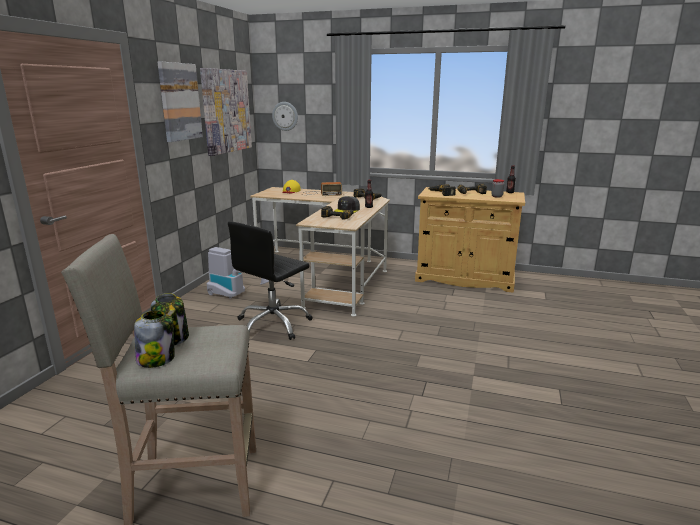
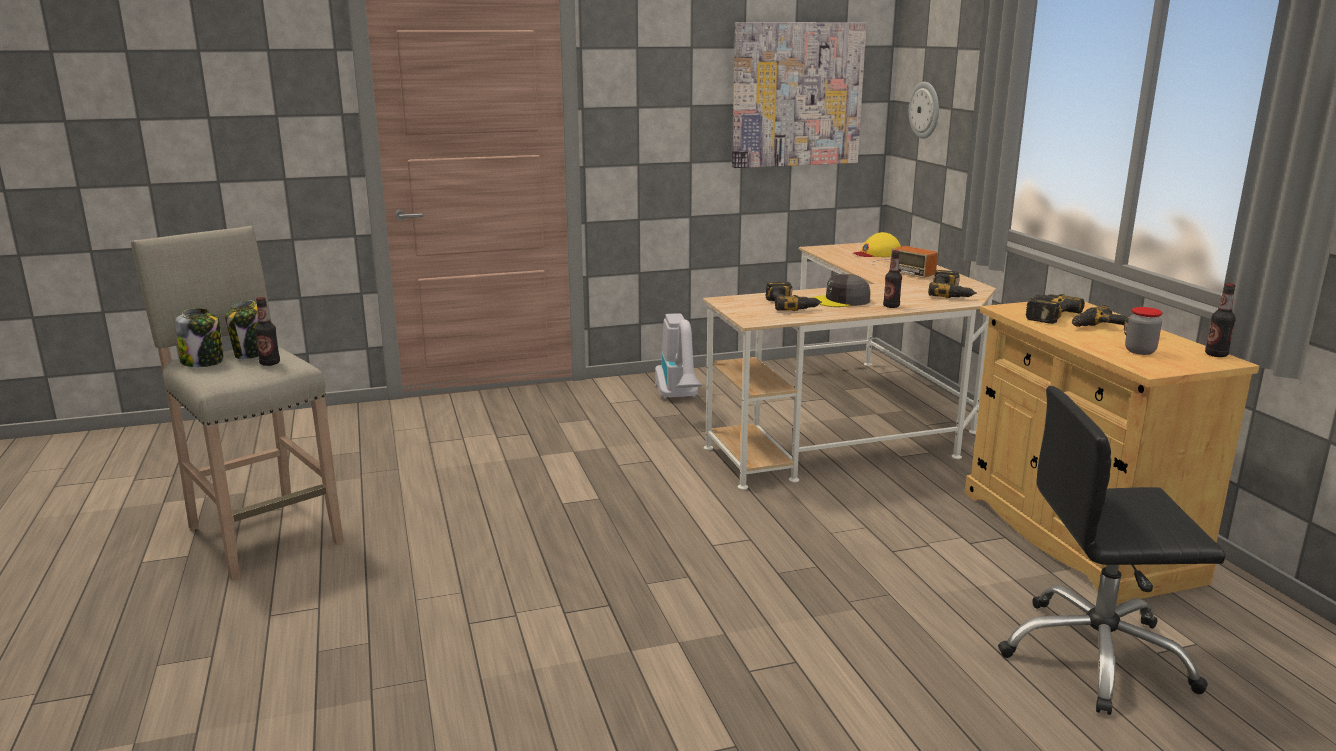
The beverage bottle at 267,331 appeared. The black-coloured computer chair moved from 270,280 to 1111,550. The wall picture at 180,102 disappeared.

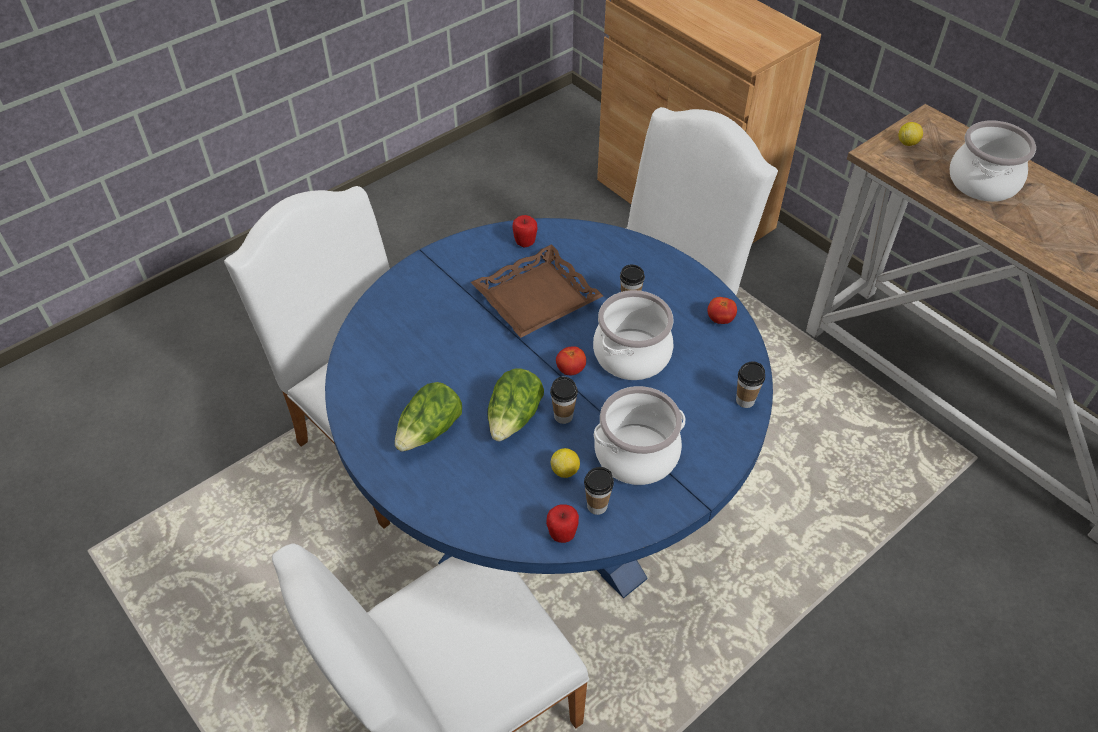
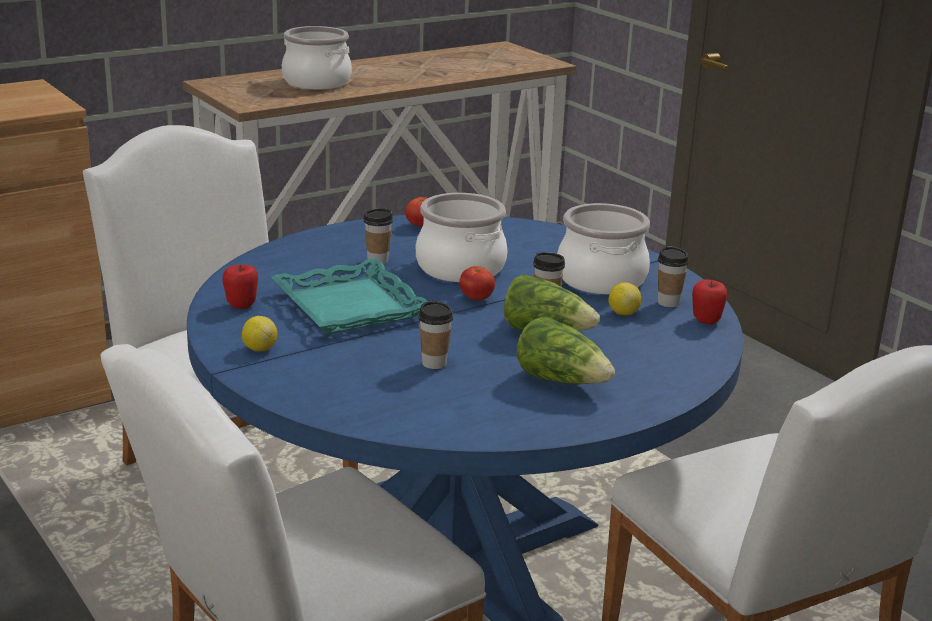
The whole lemon moved from 910,134 to 260,334. The brown serving tray at 537,291 became the blue-green serving tray at 349,296. The drinking cup moved from 750,384 to 435,335.

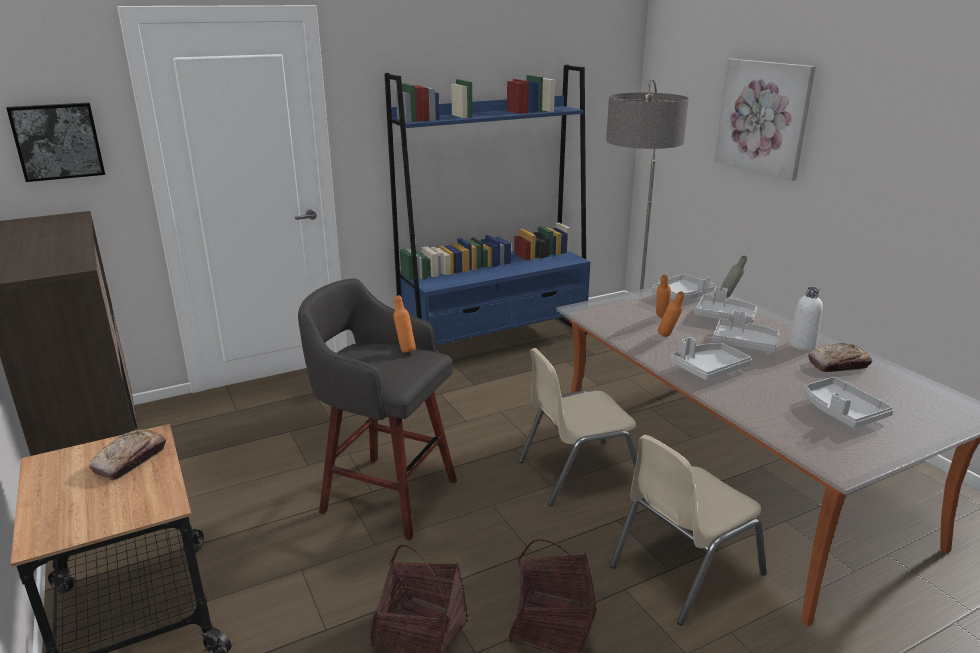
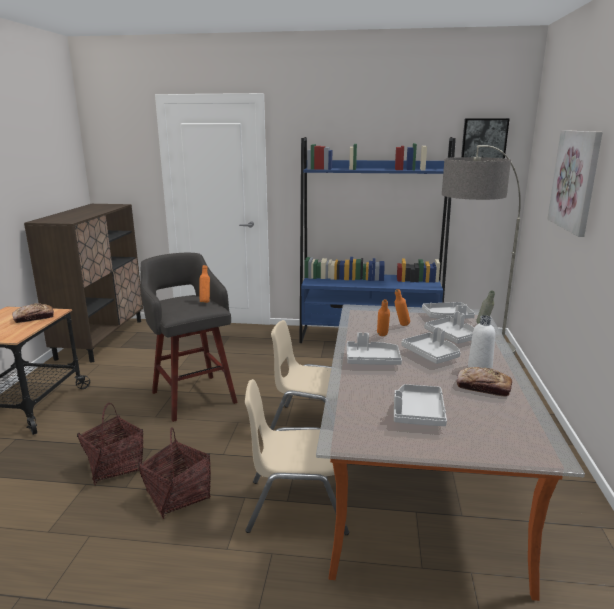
The wall picture moved from 55,142 to 485,138.

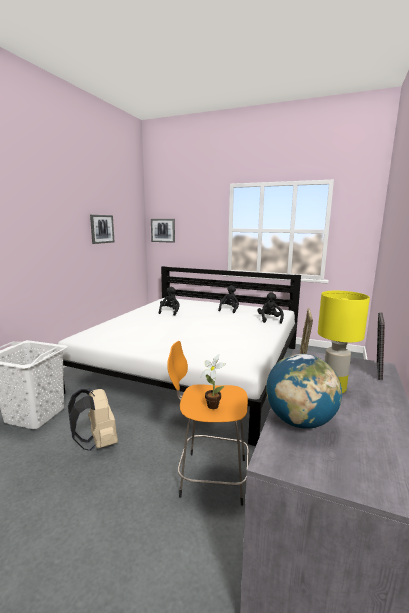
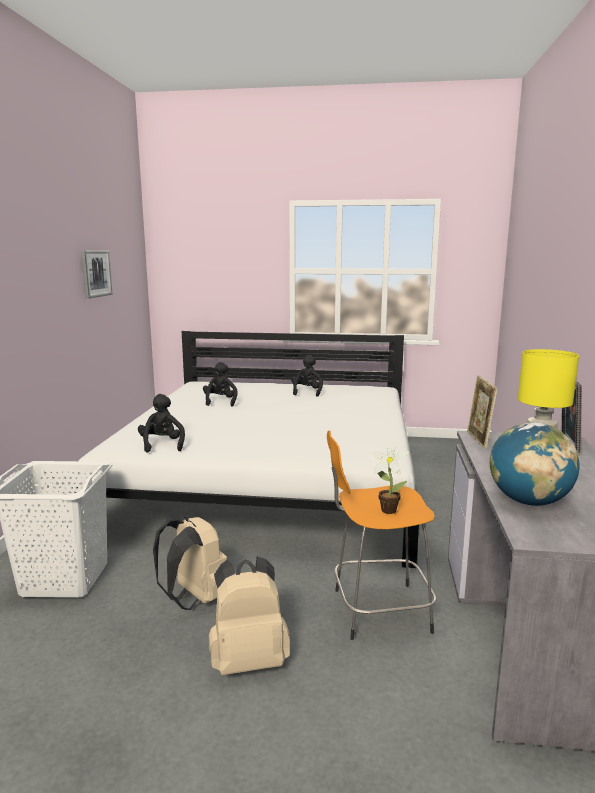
The black-coloured plush toy moved from 270,307 to 161,423. The sand-coloured knapsack at 249,615 appeared. The wall picture at 163,231 disappeared.

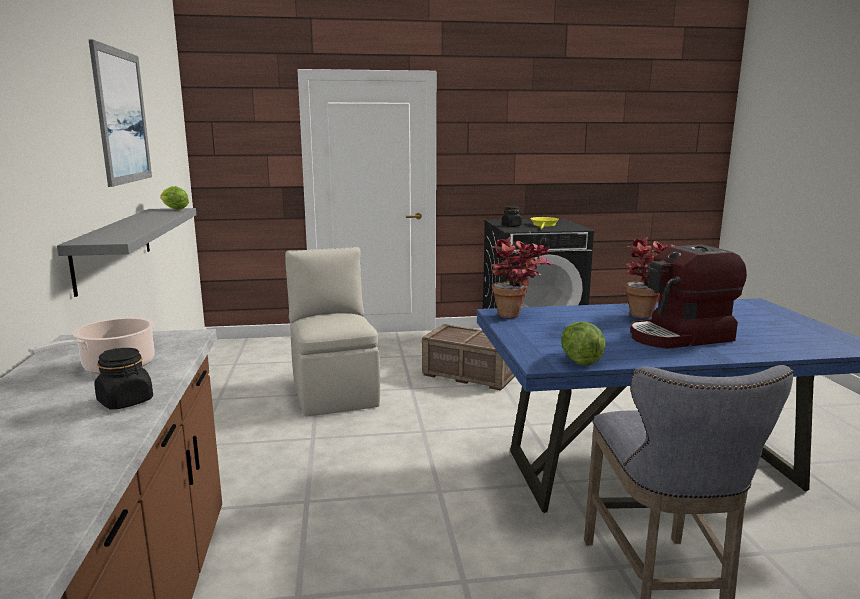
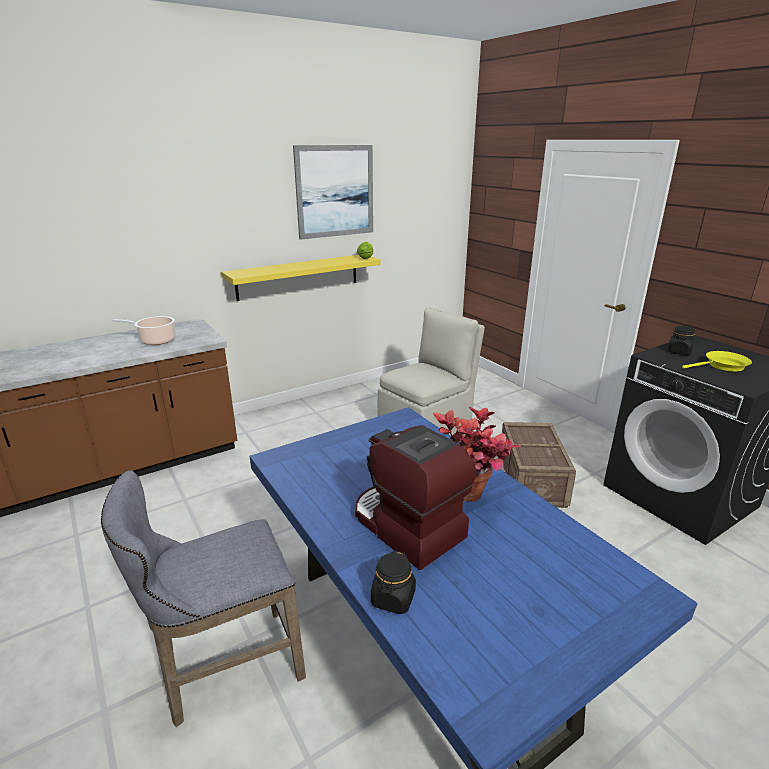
The grey wall shelf at 126,252 became the yellow-coloured wall shelf at 301,278. The black-coloured storage jar moved from 123,379 to 393,582. The plant in a pot at 521,277 disappeared. The lettuce at 583,343 disappeared.

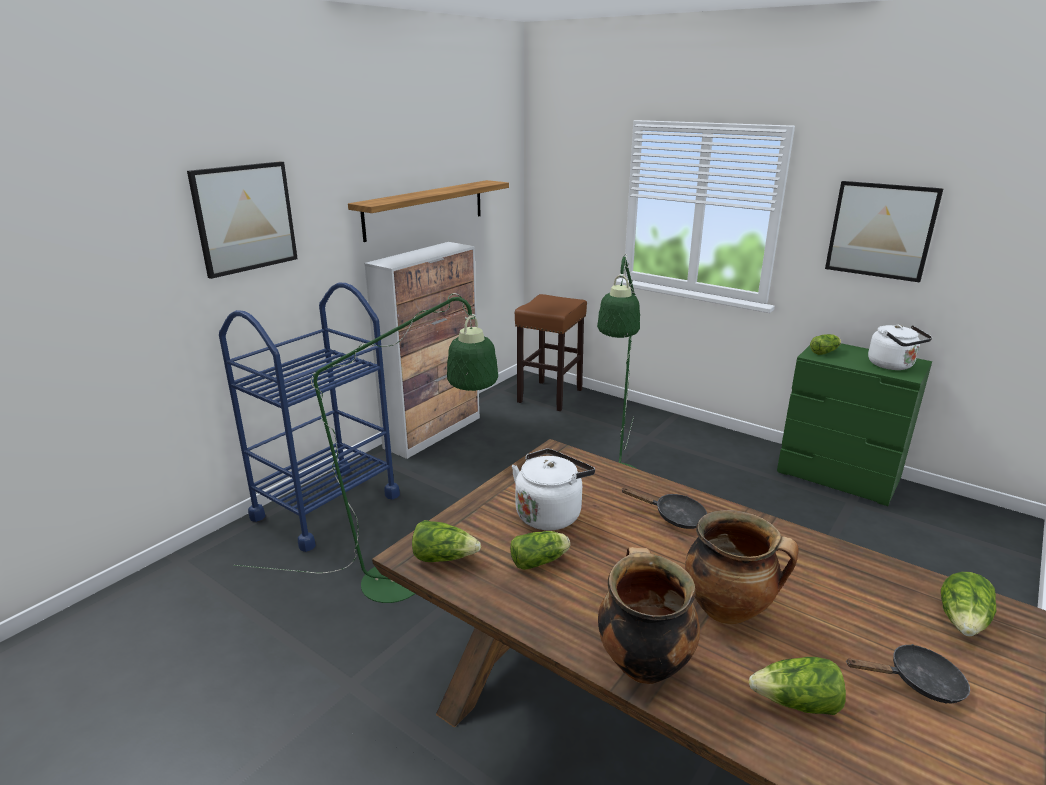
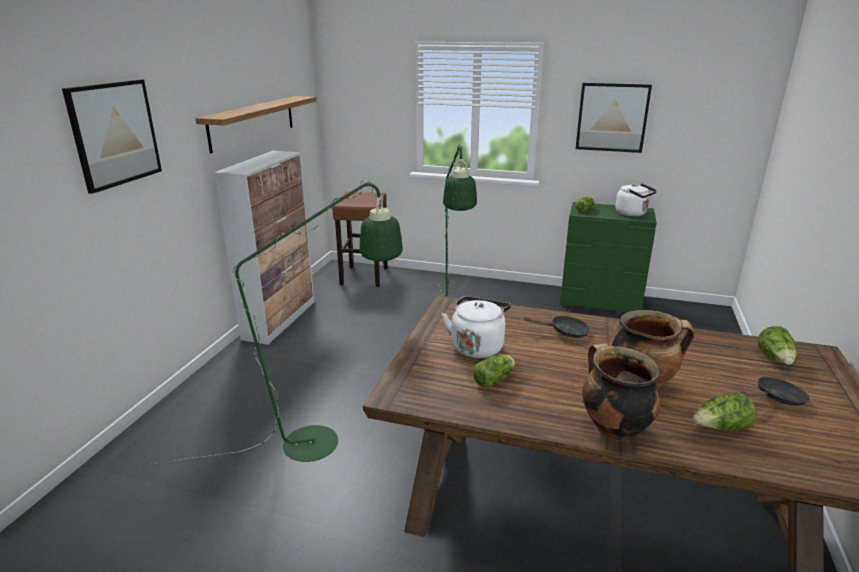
The bluish trolley at 309,417 disappeared. The lettuce at 446,541 disappeared.

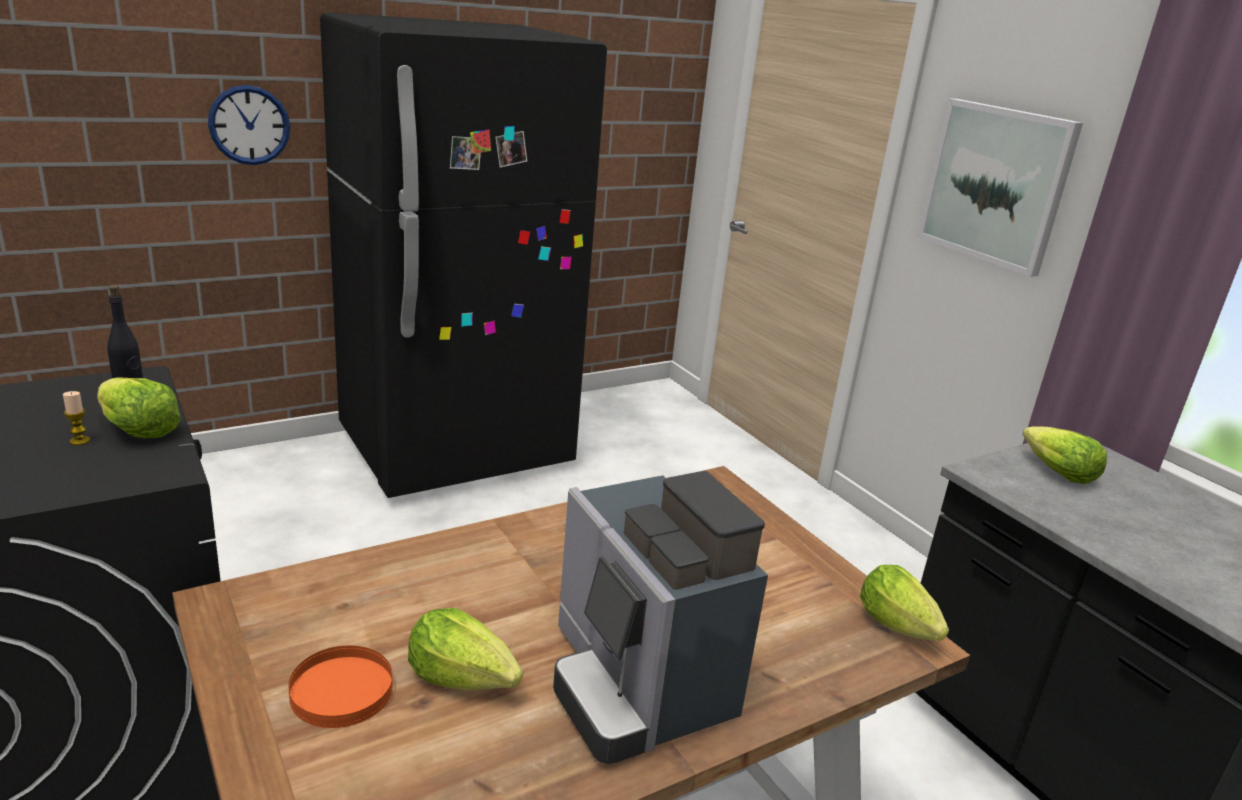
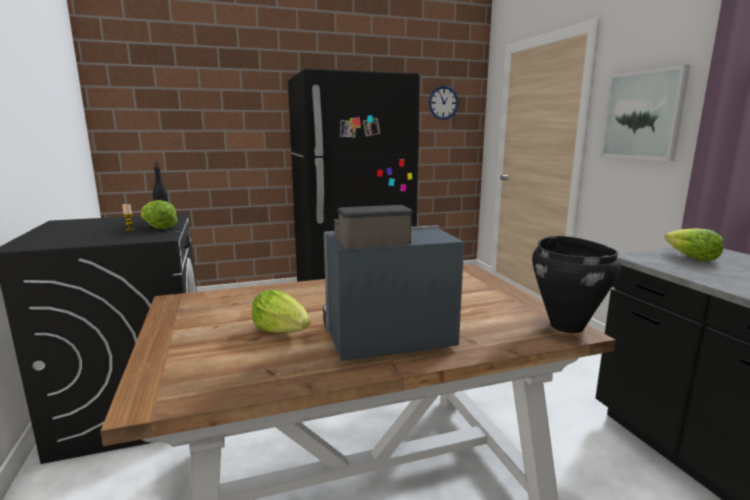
The coffee brewer at 660,617 turned 90 degrees clockwise. The clock on the wall moved from 249,125 to 444,103. The lettuce at 904,603 was replaced by the black-coloured stockpot at 576,284. The orange flat dish at 340,686 disappeared.

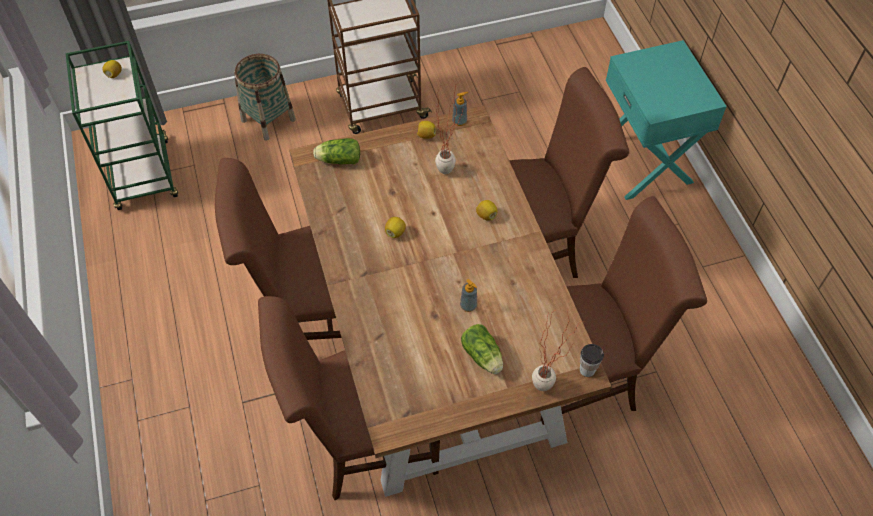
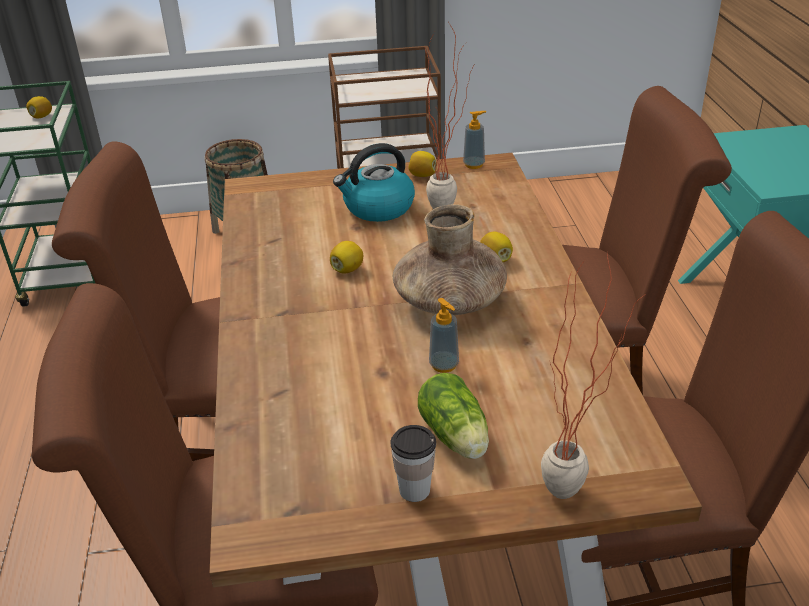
The tea kettle at 374,182 appeared. The drinking cup moved from 592,360 to 413,463. The brown decorative vase at 449,260 appeared. The lettuce at 336,151 disappeared.

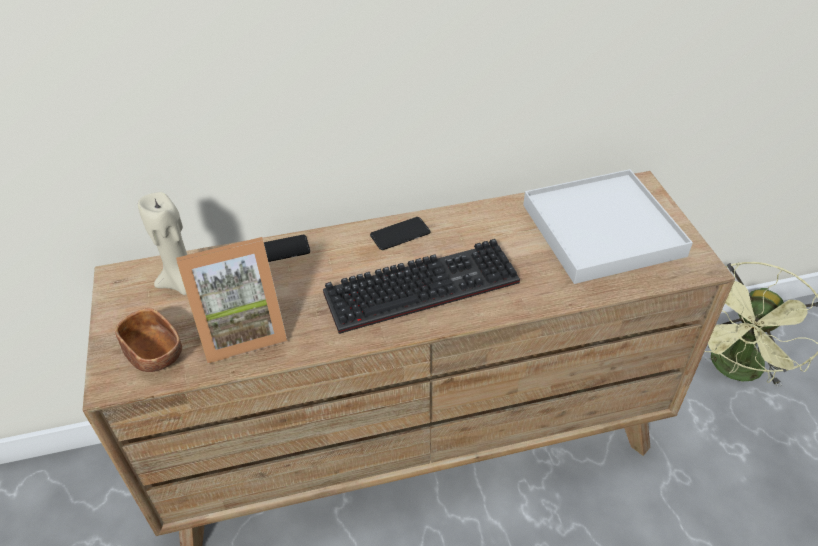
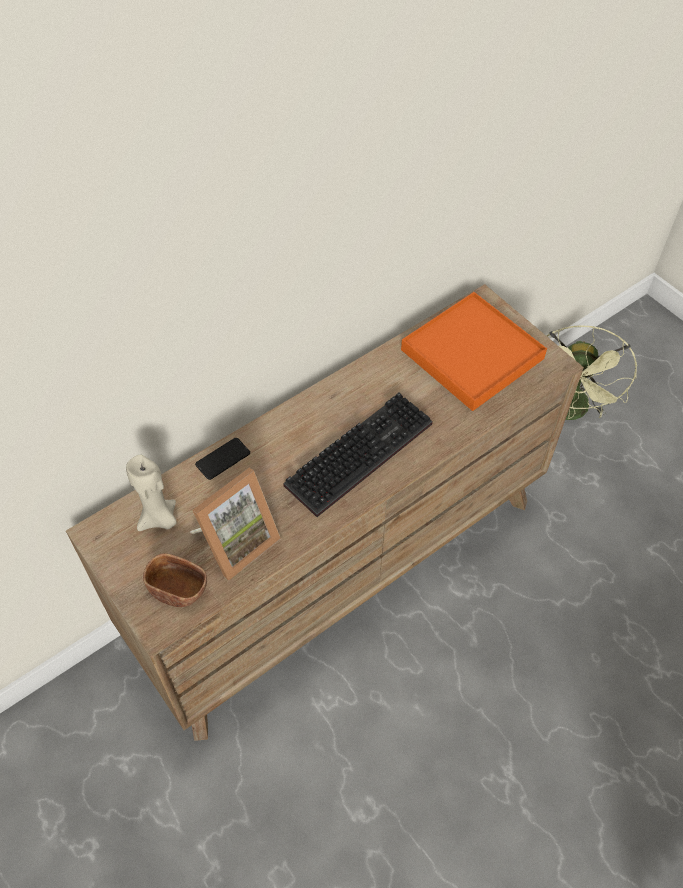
The whitish serving tray at 608,226 became the orange serving tray at 474,351. The telephone at 400,233 disappeared.

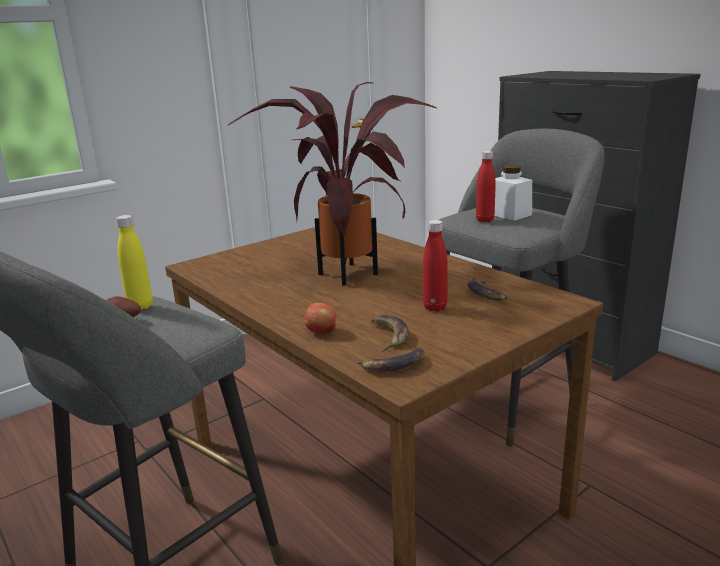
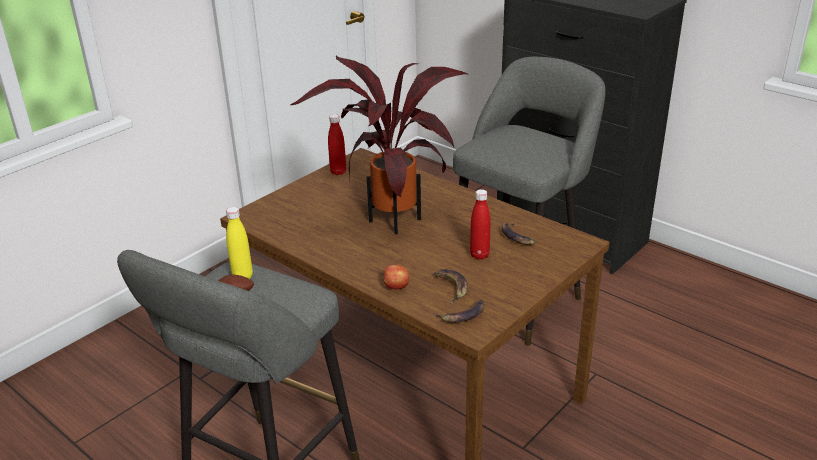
The reddish beverage bottle moved from 486,186 to 337,144. The whitish storage jar at 513,193 disappeared.

